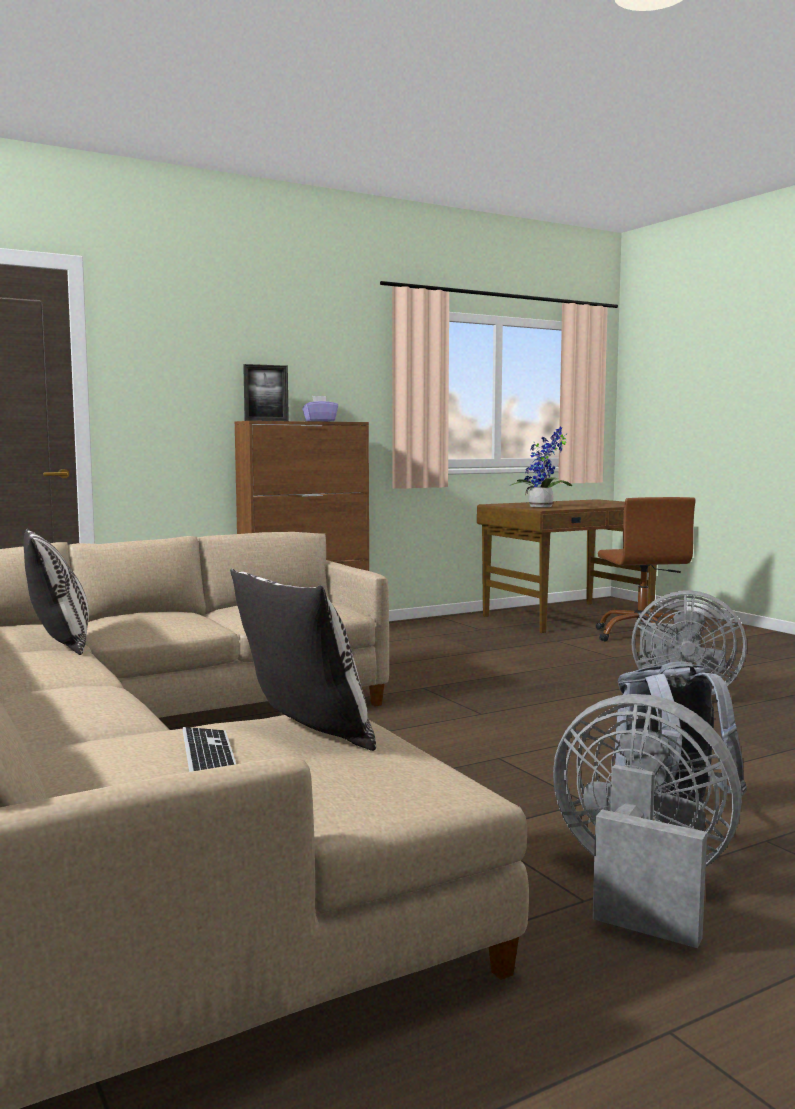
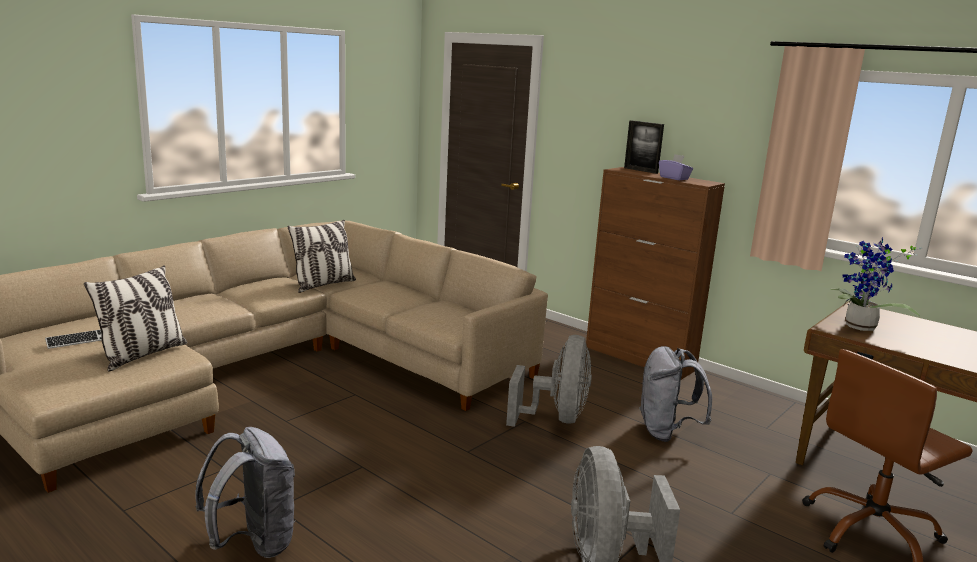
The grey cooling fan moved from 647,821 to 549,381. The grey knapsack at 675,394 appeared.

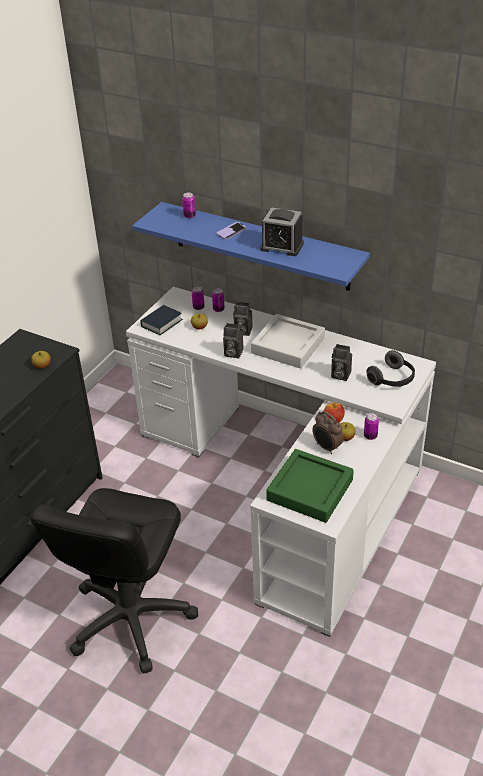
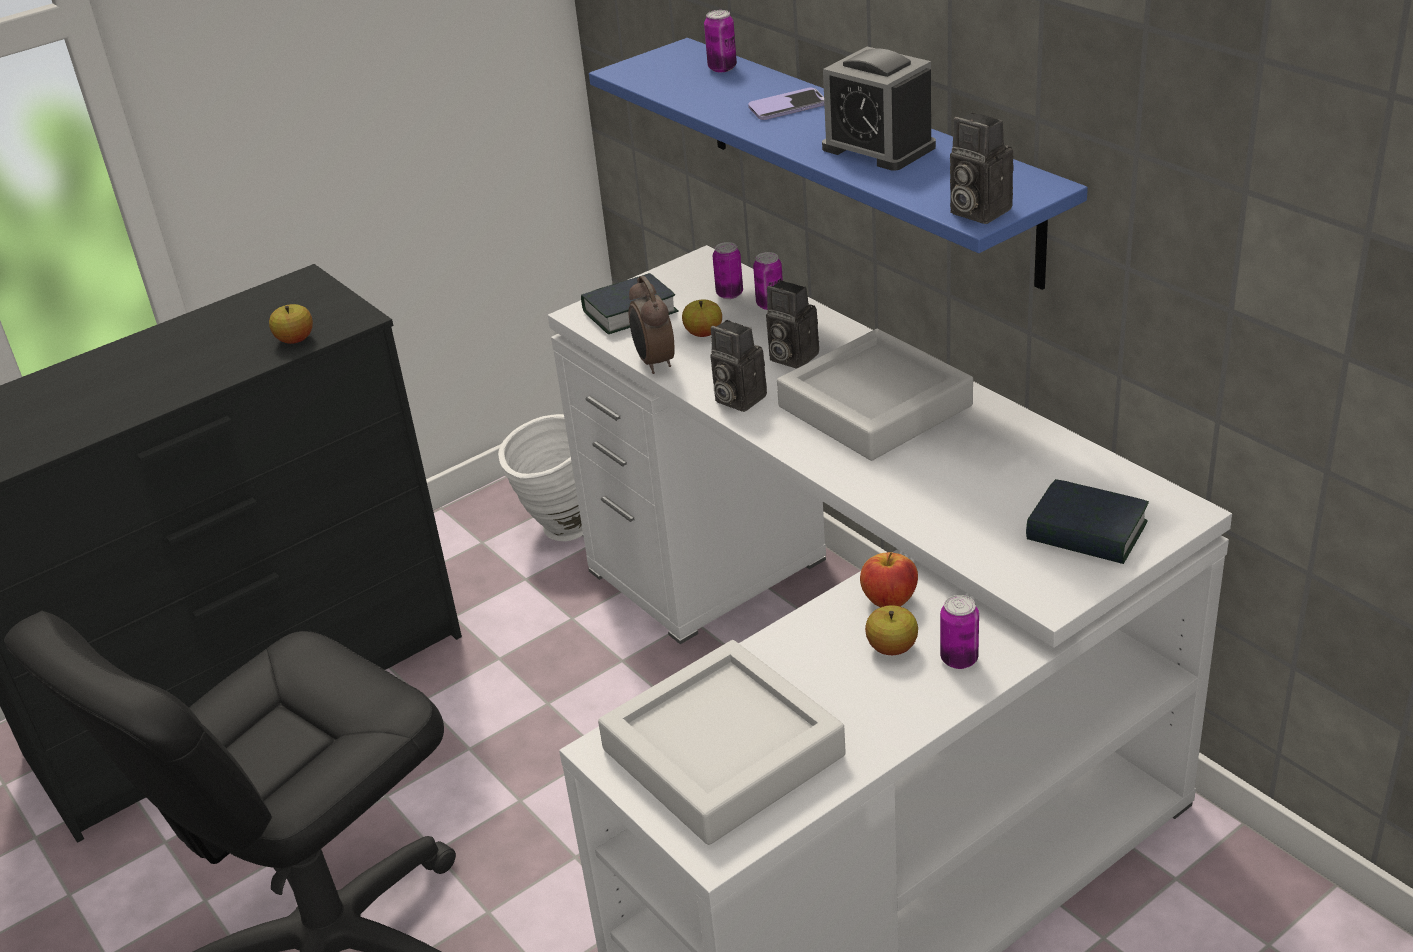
The whitish decorative vase at 540,477 appeared. The greenish serving tray at 310,486 became the grey serving tray at 722,742. The table clock moved from 328,432 to 652,325. The photo camera moved from 341,362 to 982,168. The headset at 390,368 was replaced by the book at 1087,521.

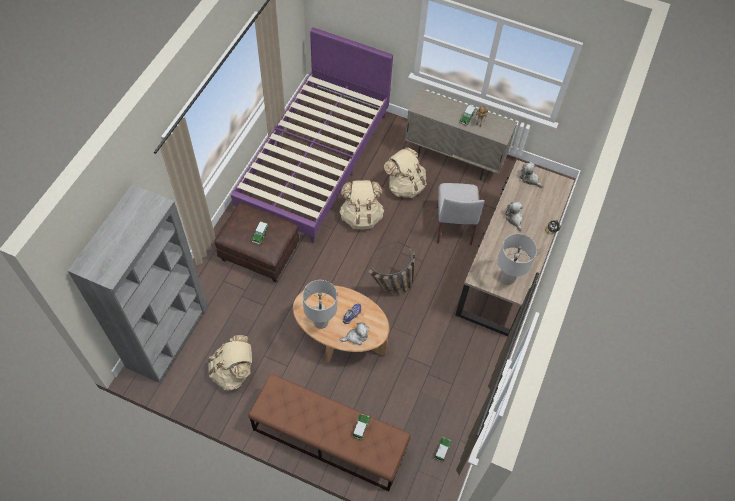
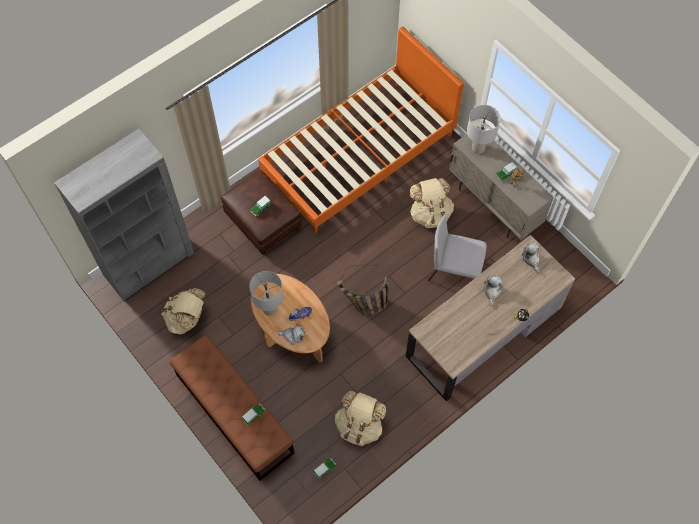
The purple bed at 312,135 became the orange bed at 361,130. The sand-coloured knapsack moved from 361,205 to 360,418. The grey chair at 461,214 turned 75 degrees clockwise. The grey tabletop lamp moved from 517,259 to 483,129.

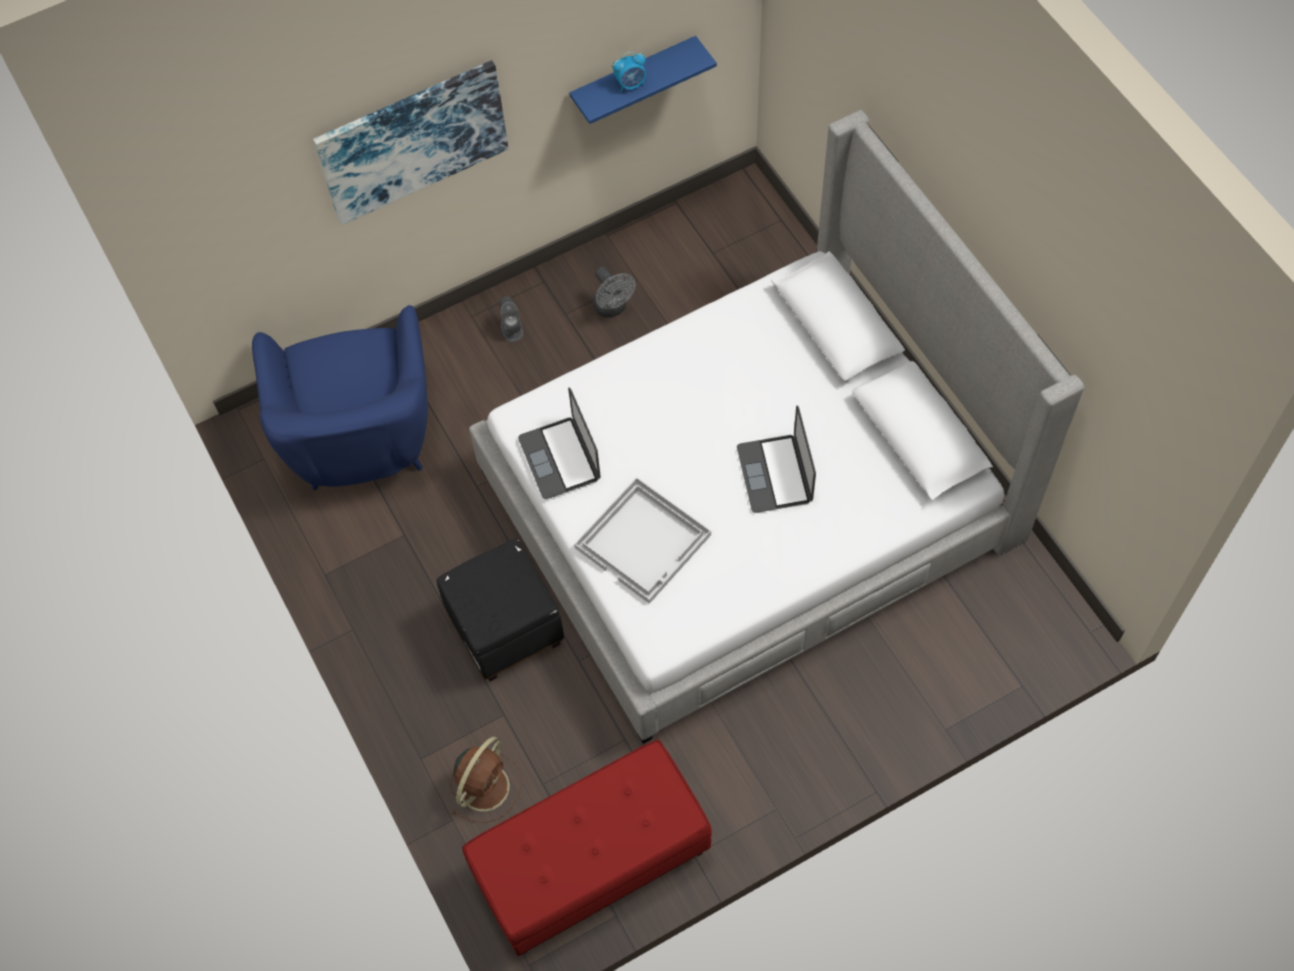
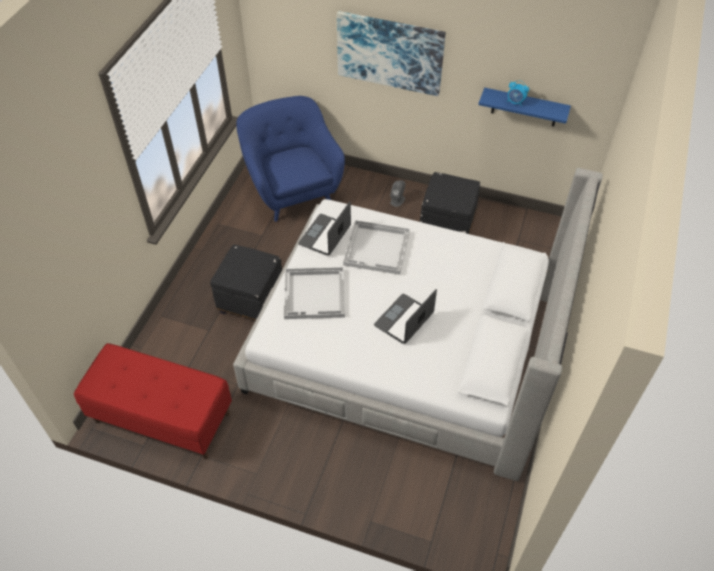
The bluish easy chair at 340,397 turned 120 degrees clockwise. The whitish serving tray at 376,247 appeared. The grey cooling fan at 613,292 was replaced by the black-coloured ottoman at 450,203. The brown cooling fan at 486,780 disappeared.

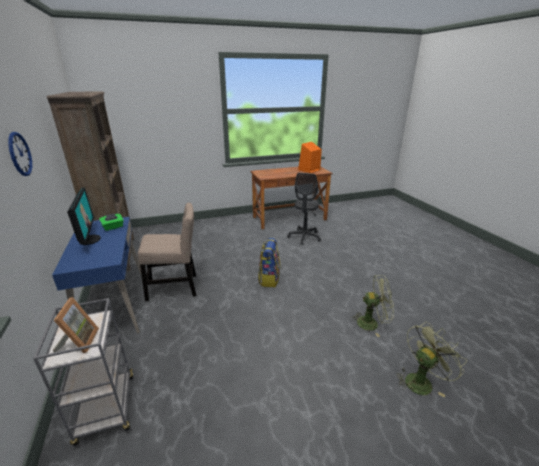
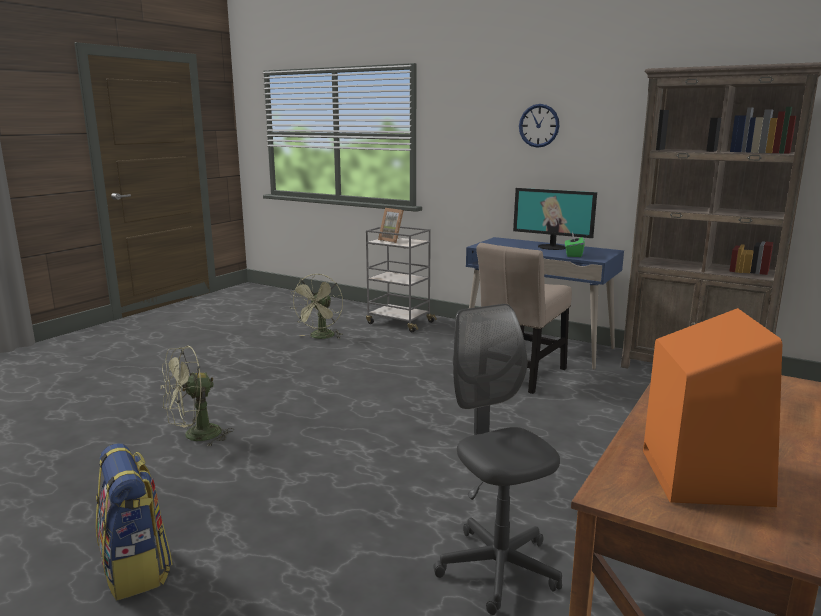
The knapsack moved from 269,262 to 134,521. The greenish cooling fan moved from 432,359 to 316,306.

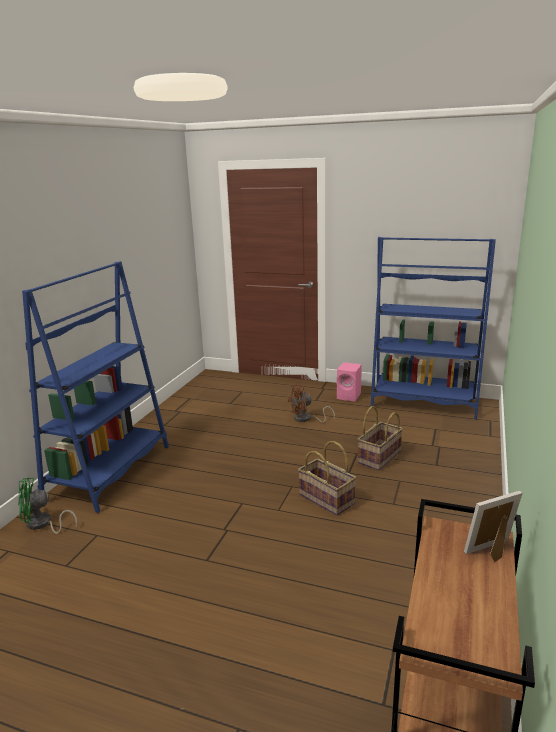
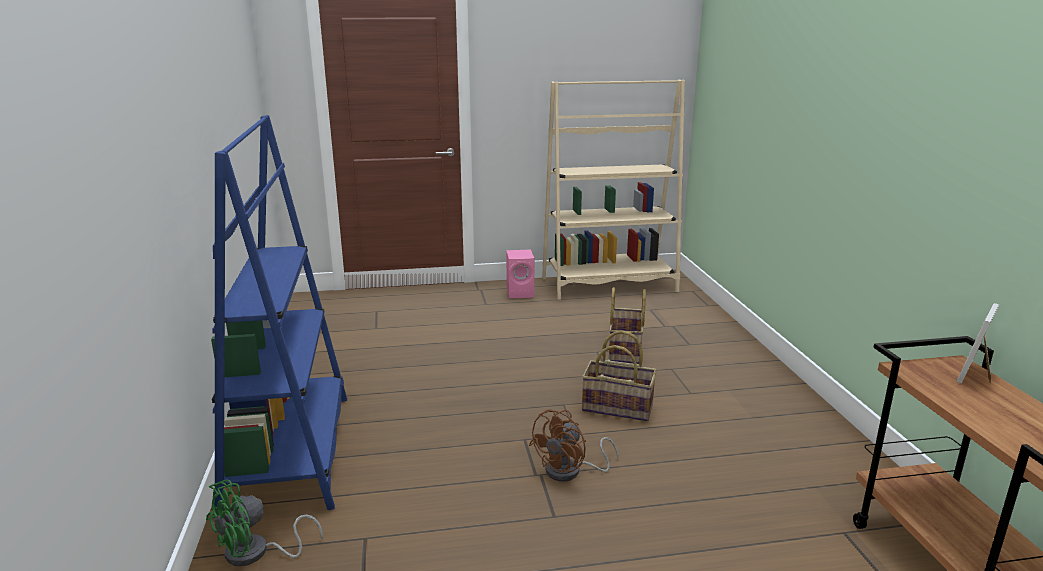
The brown cooling fan moved from 311,403 to 574,445. The bluish shelving unit at 433,328 became the sand-coloured shelving unit at 613,190.

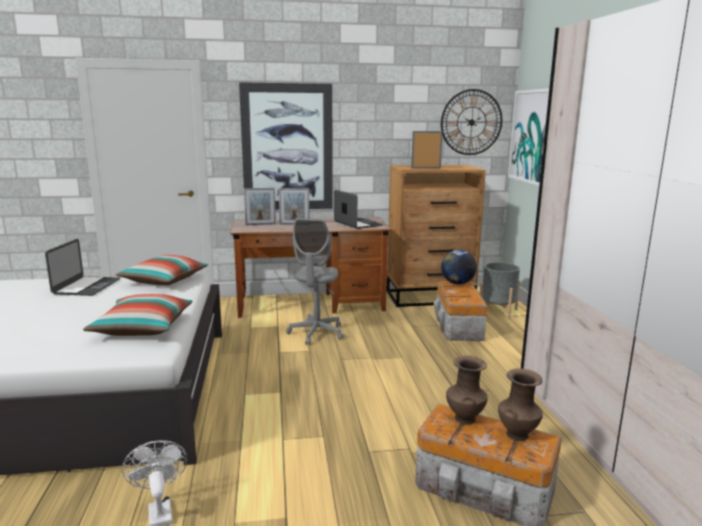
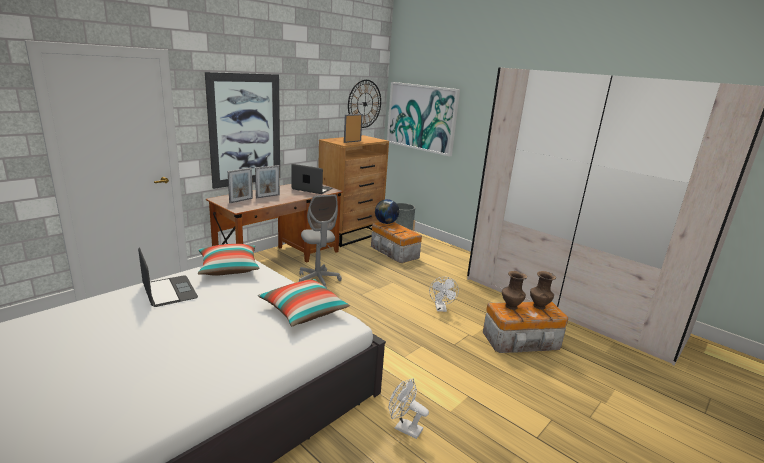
The whitish cooling fan at 444,294 appeared.

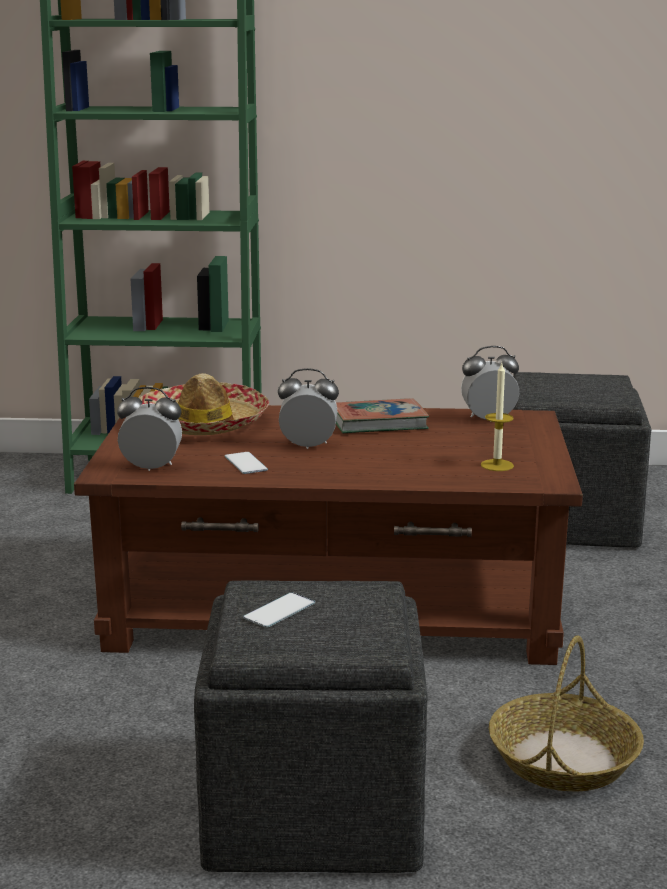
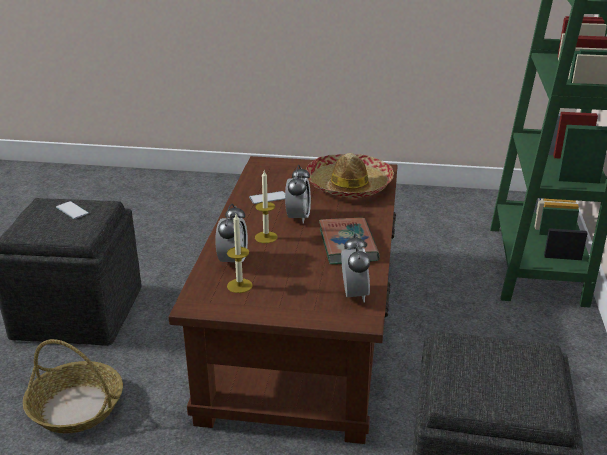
The table clock moved from 149,429 to 231,233. The candle at 266,207 appeared.

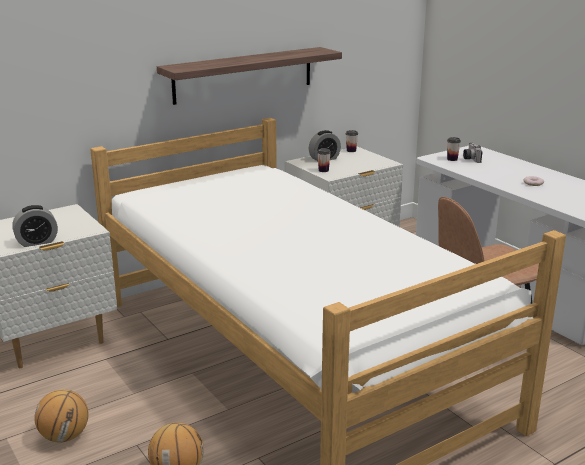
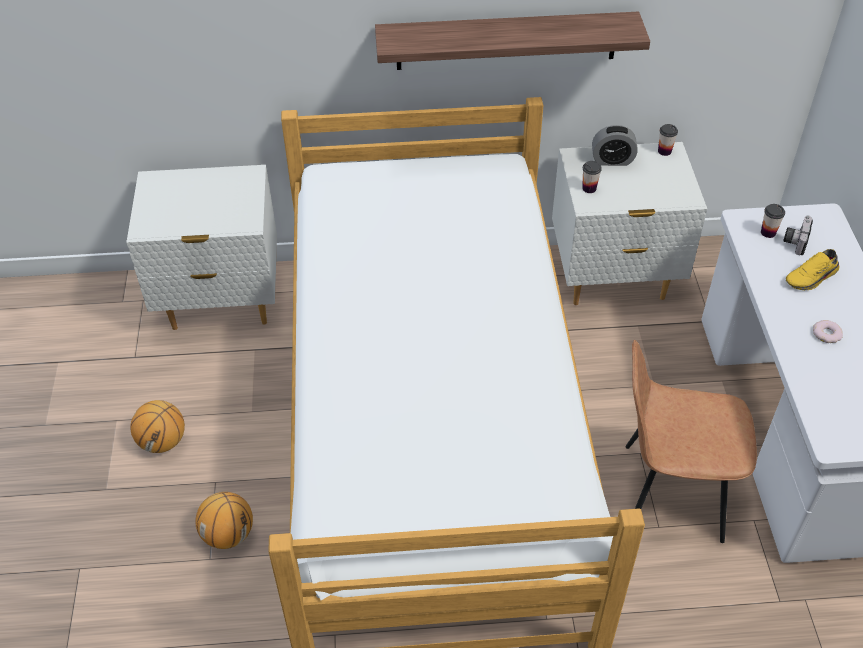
The yellow-coloured item of footwear at 812,269 appeared. The table clock at 35,226 disappeared.

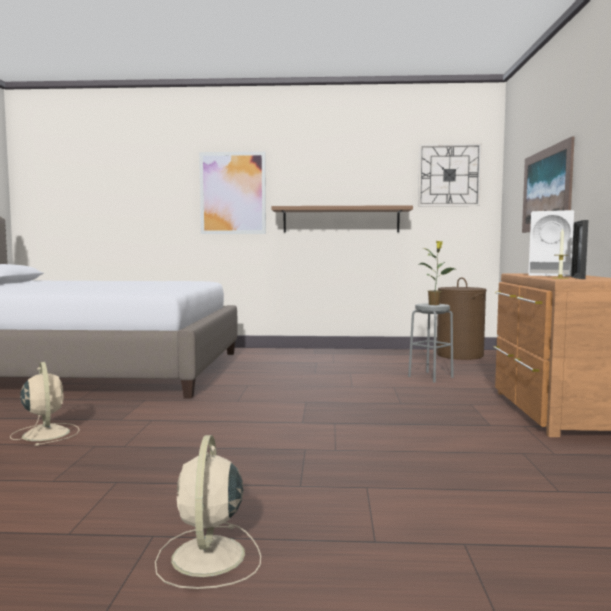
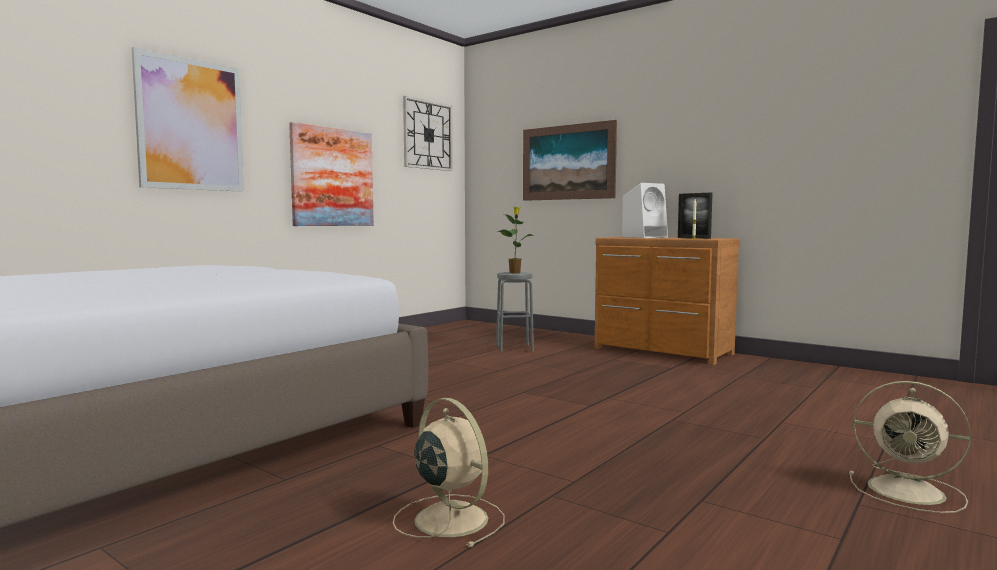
The brown wall shelf at 342,218 was replaced by the wall picture at 331,174. The sand-coloured cooling fan at 45,404 turned 45 degrees clockwise. The brown hamper at 461,318 disappeared.

